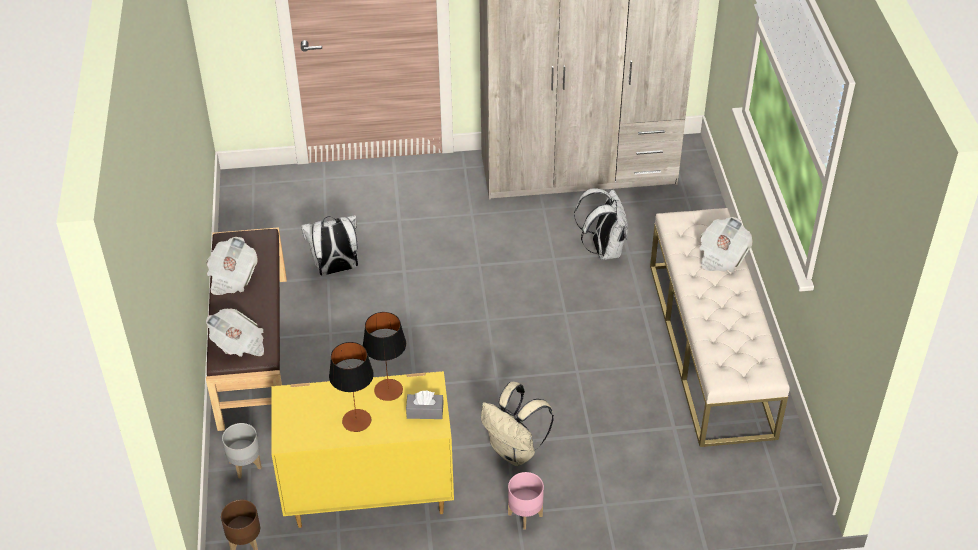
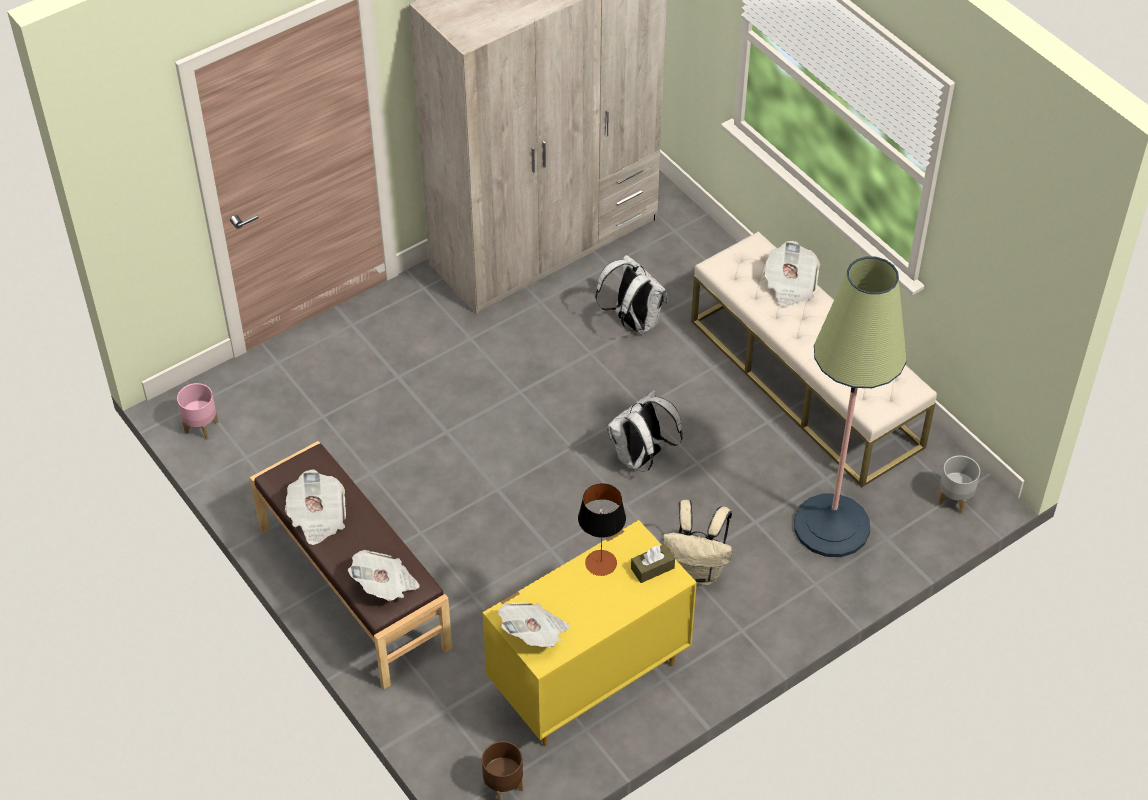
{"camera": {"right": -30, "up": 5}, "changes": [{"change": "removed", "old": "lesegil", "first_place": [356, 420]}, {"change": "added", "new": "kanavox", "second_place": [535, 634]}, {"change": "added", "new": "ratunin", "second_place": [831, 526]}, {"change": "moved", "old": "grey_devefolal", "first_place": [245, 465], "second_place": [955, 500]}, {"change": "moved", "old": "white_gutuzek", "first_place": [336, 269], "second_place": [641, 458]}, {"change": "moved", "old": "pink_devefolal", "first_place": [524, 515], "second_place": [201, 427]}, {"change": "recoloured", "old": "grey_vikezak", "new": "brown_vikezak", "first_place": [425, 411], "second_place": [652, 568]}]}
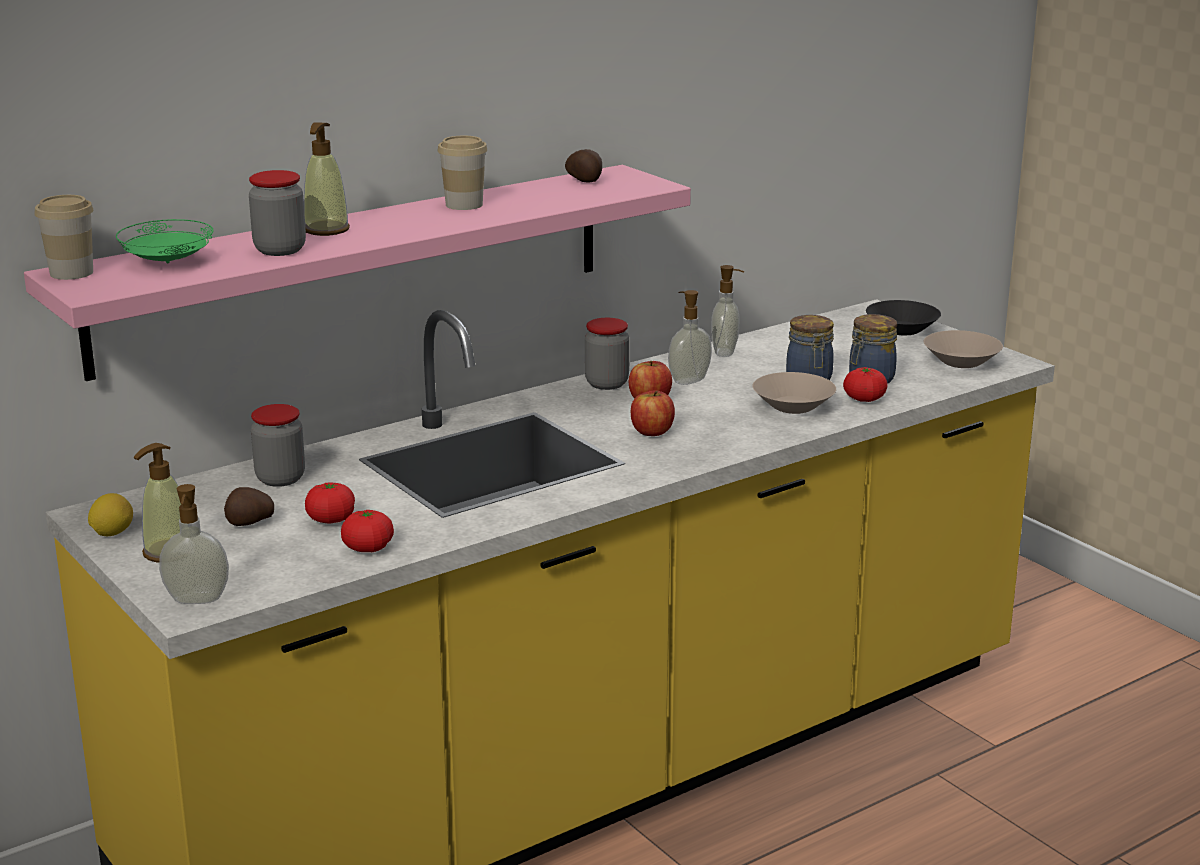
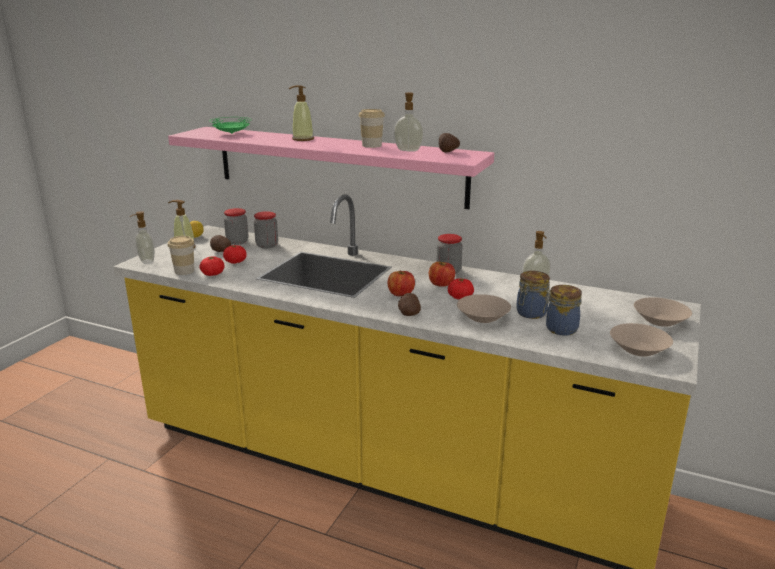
{"camera": {"right": 60, "up": 0}, "changes": [{"change": "added", "new": "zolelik", "second_place": [408, 314]}, {"change": "moved", "old": "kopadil", "first_place": [71, 273], "second_place": [184, 271]}, {"change": "moved", "old": "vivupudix", "first_place": [280, 250], "second_place": [237, 242]}, {"change": "moved", "old": "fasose", "first_place": [688, 380], "second_place": [408, 150]}, {"change": "moved", "old": "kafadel", "first_place": [864, 399], "second_place": [460, 297]}, {"change": "recoloured", "old": "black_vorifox", "new": "beige_vorifox", "first_place": [902, 330], "second_place": [660, 321]}]}
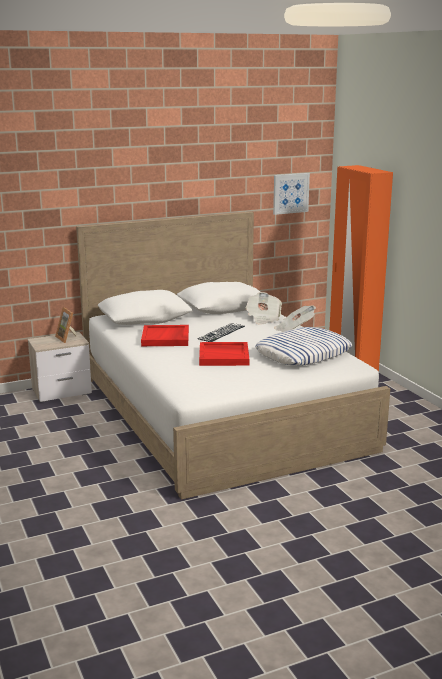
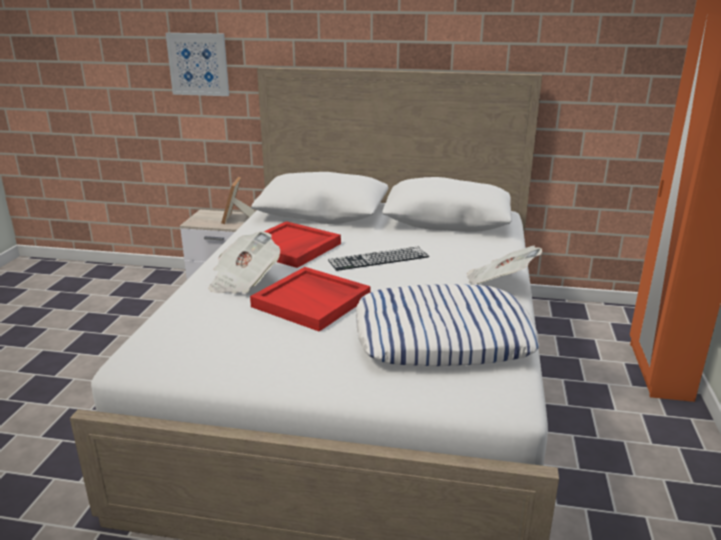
{"camera": {"right": 35, "up": 5}, "changes": [{"change": "moved", "old": "kanavox", "first_place": [263, 318], "second_place": [244, 281]}, {"change": "moved", "old": "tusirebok", "first_place": [290, 193], "second_place": [198, 64]}]}
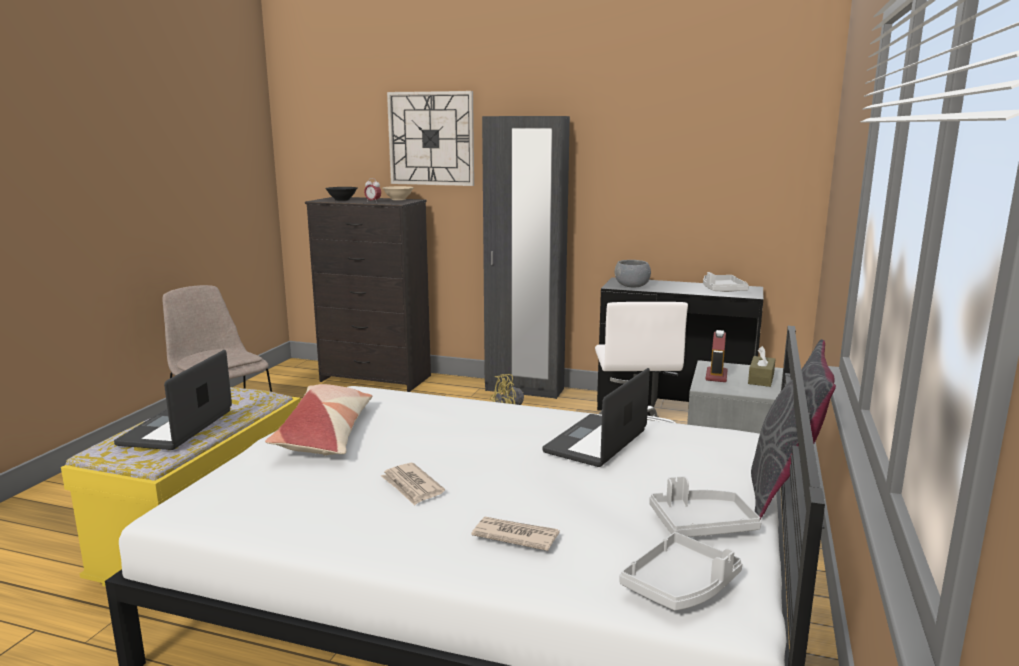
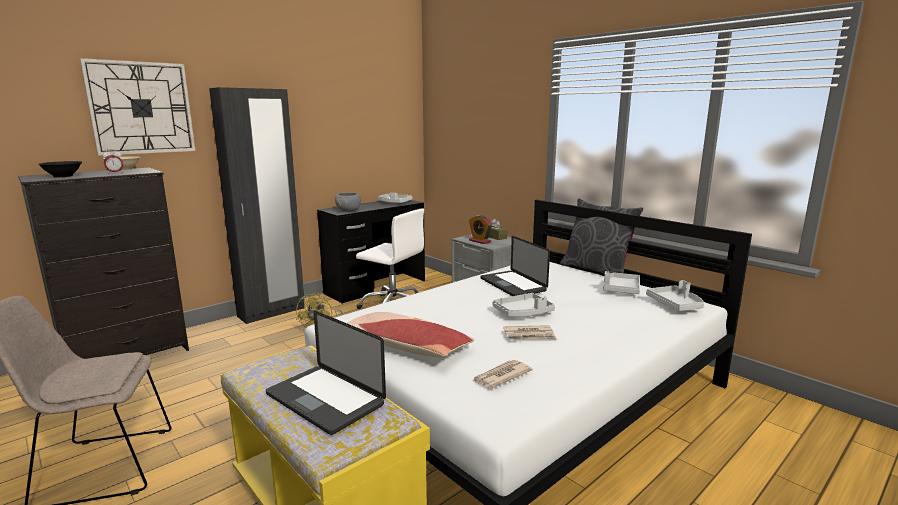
{"camera": {"right": -60, "up": 0}, "changes": [{"change": "added", "new": "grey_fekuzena", "second_place": [523, 313]}, {"change": "moved", "old": "kanavox", "first_place": [515, 536], "second_place": [501, 376]}]}
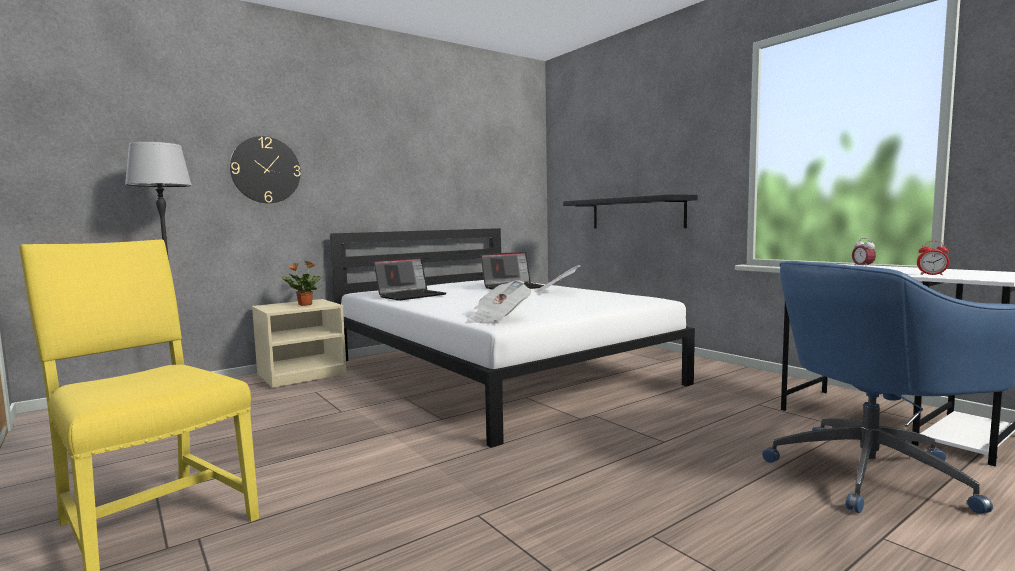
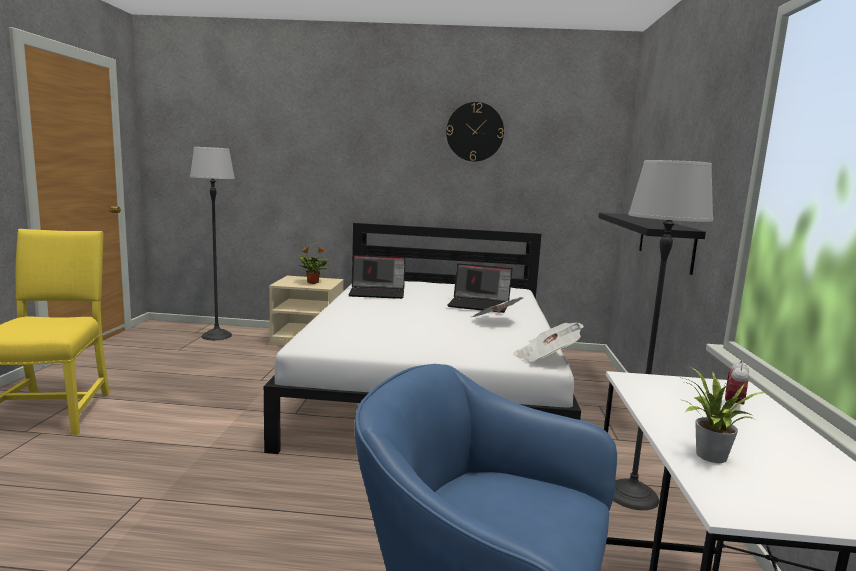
{"camera": {"right": 40, "up": 5}, "changes": [{"change": "added", "new": "ratunin", "second_place": [631, 495]}, {"change": "moved", "old": "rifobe", "first_place": [265, 170], "second_place": [475, 132]}, {"change": "moved", "old": "kanavox", "first_place": [498, 318], "second_place": [546, 358]}, {"change": "replaced", "old": "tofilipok", "new": "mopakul", "first_place": [931, 274], "second_place": [708, 456]}]}
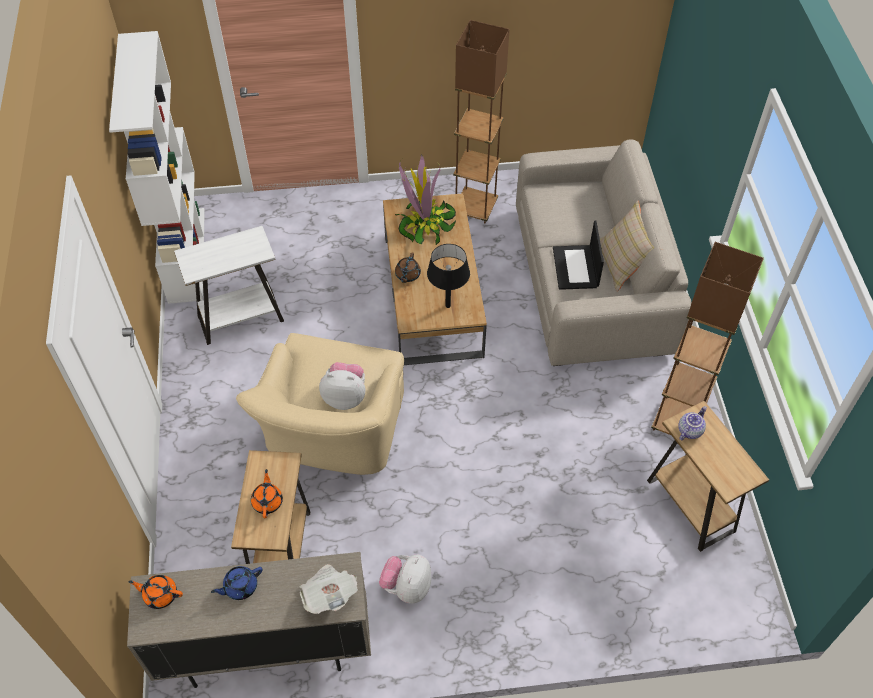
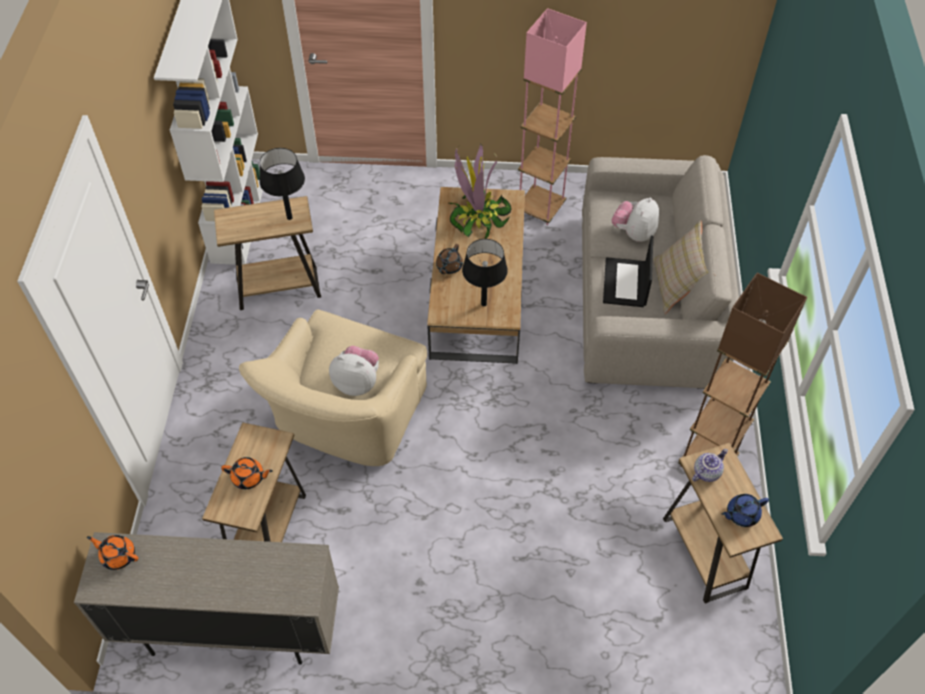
{"camera": {"right": 10, "up": 0}, "changes": [{"change": "removed", "old": "kanavox", "first_place": [329, 594]}, {"change": "added", "new": "black_lesegil", "second_place": [289, 217]}, {"change": "moved", "old": "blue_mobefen", "first_place": [240, 586], "second_place": [741, 514]}, {"change": "moved", "old": "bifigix", "first_place": [407, 587], "second_place": [634, 233]}, {"change": "recoloured", "old": "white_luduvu", "new": "brown_luduvu", "first_place": [240, 318], "second_place": [278, 288]}, {"change": "recoloured", "old": "brown_ratunin", "new": "pink_ratunin", "first_place": [475, 208], "second_place": [540, 208]}, {"change": "turned", "old": "orange_mobefen", "first_place": [267, 501], "second_place": [249, 477], "degrees": 90}]}
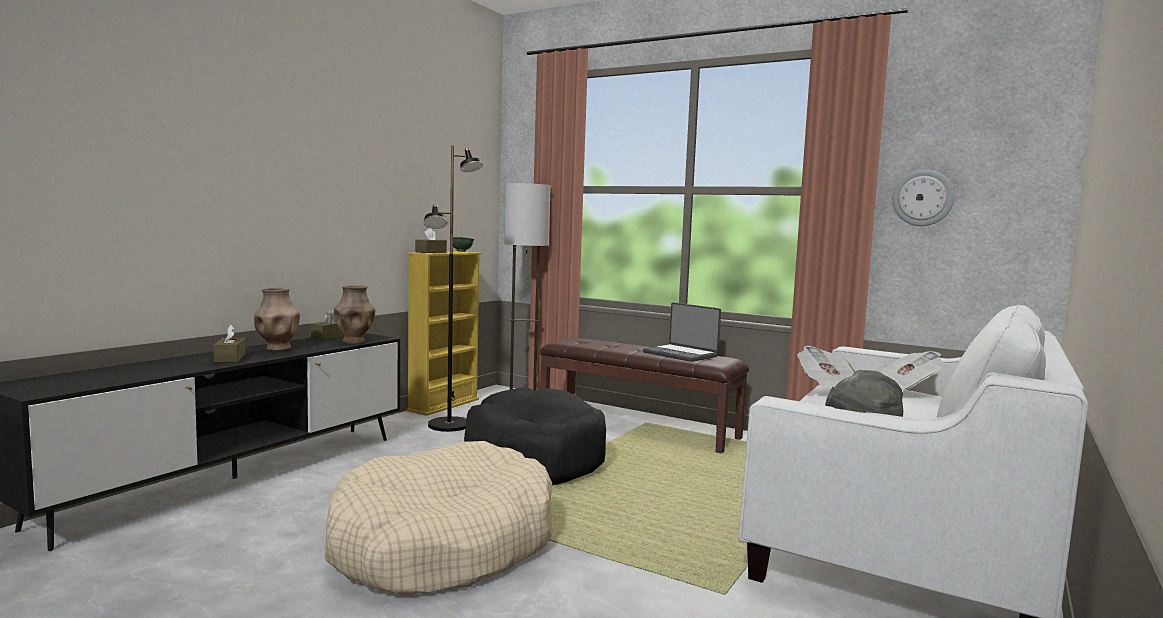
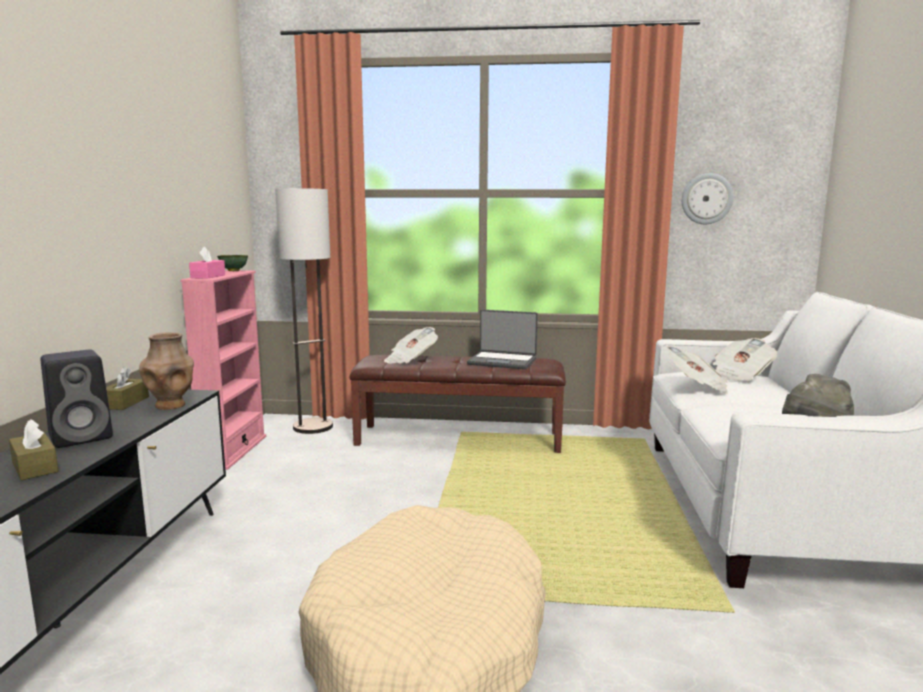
{"camera": {"right": -25, "up": 5}, "changes": [{"change": "removed", "old": "black_ratunin", "first_place": [449, 425]}, {"change": "removed", "old": "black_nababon", "first_place": [533, 457]}, {"change": "added", "new": "kanavox", "second_place": [410, 360]}, {"change": "replaced", "old": "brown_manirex", "new": "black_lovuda", "first_place": [277, 349], "second_place": [83, 436]}, {"change": "recoloured", "old": "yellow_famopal", "new": "pink_famopal", "first_place": [443, 405], "second_place": [233, 451]}, {"change": "recoloured", "old": "brown_vikezak", "new": "pink_vikezak", "first_place": [431, 252], "second_place": [208, 276]}]}
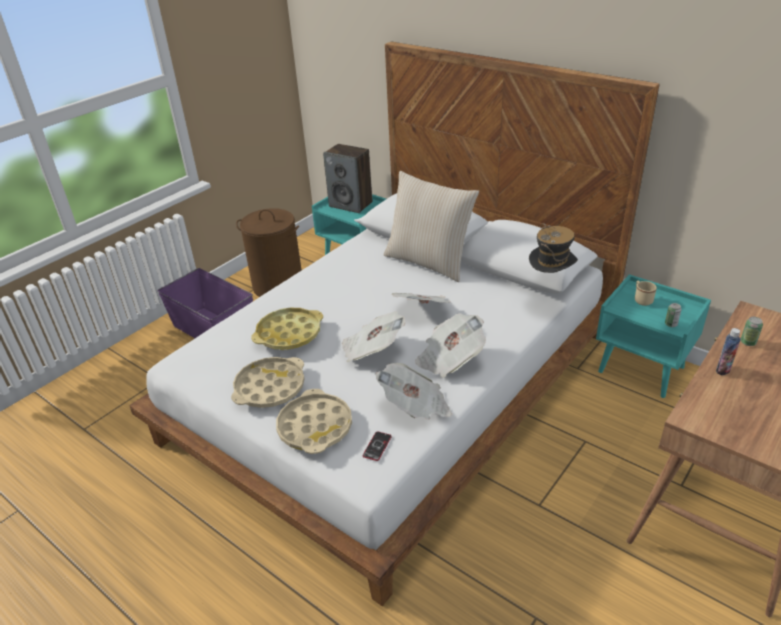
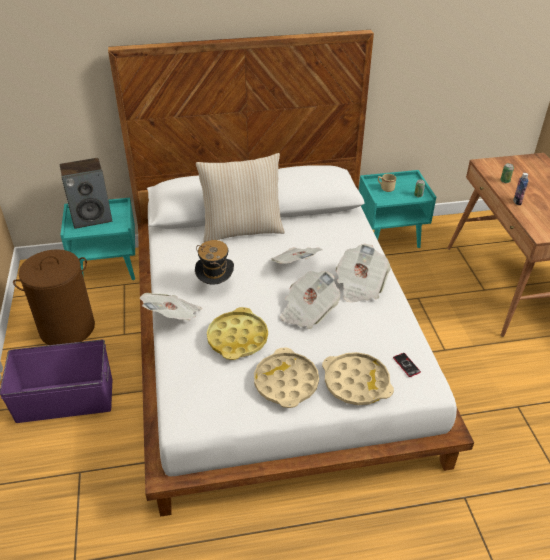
{"camera": {"right": -50, "up": 5}, "changes": [{"change": "moved", "old": "kanavox", "first_place": [415, 407], "second_place": [173, 317]}, {"change": "moved", "old": "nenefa", "first_place": [550, 281], "second_place": [215, 286]}]}
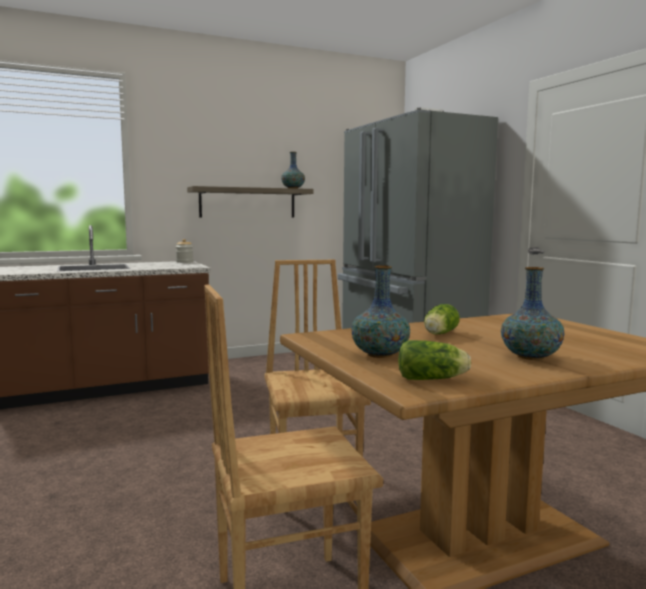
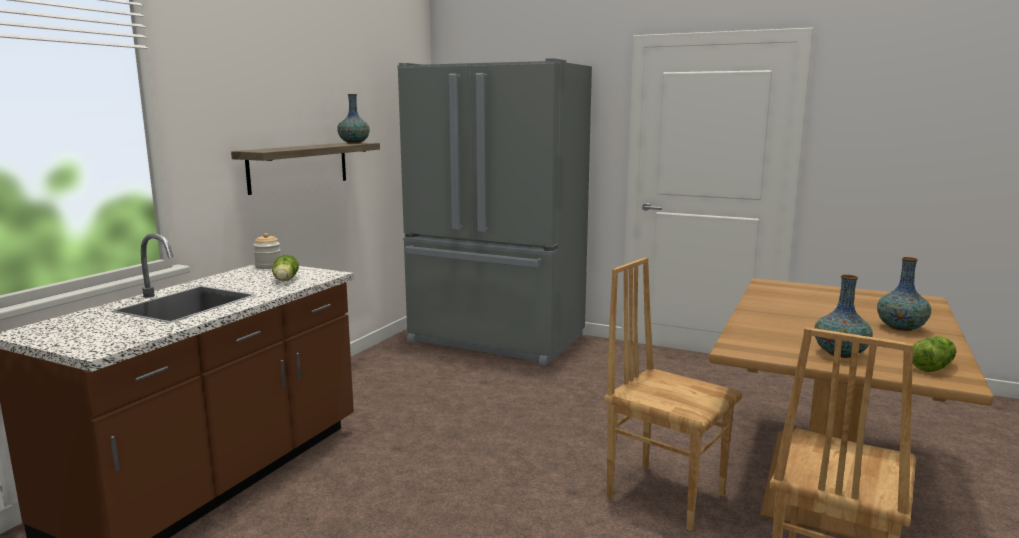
{"camera": {"right": -40, "up": 5}, "changes": [{"change": "moved", "old": "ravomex", "first_place": [439, 334], "second_place": [285, 280]}]}
